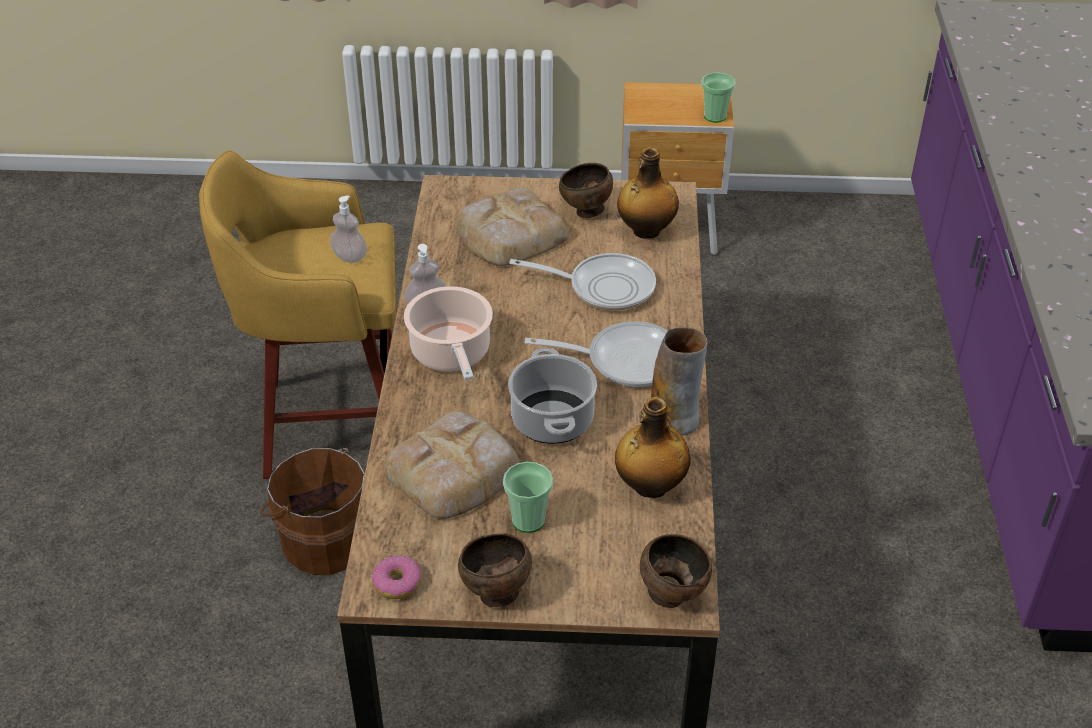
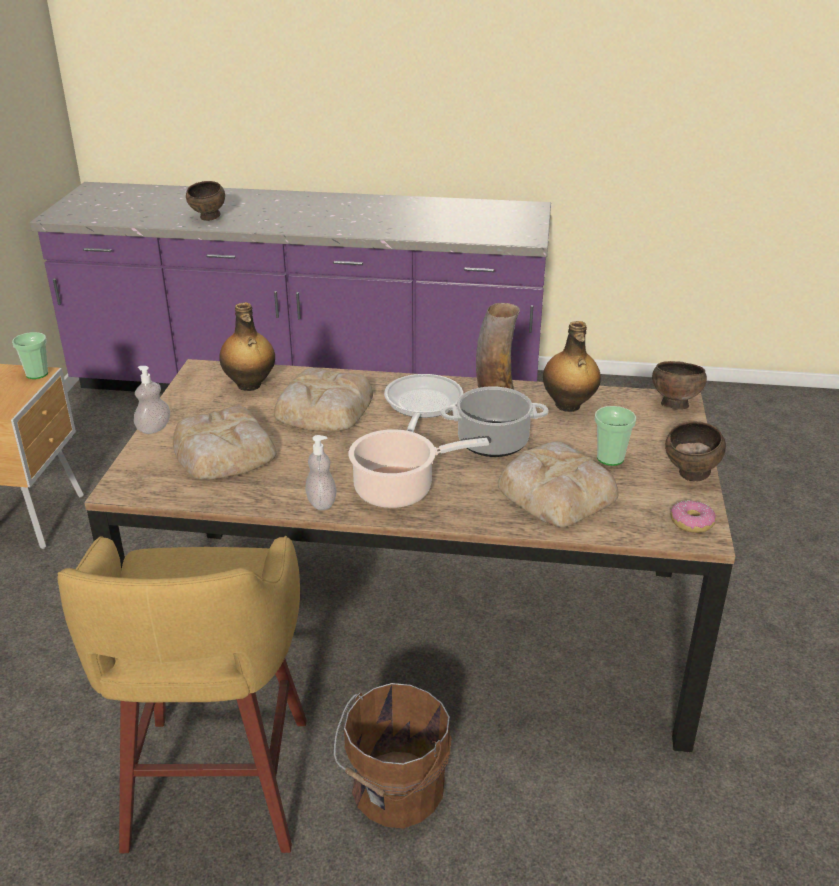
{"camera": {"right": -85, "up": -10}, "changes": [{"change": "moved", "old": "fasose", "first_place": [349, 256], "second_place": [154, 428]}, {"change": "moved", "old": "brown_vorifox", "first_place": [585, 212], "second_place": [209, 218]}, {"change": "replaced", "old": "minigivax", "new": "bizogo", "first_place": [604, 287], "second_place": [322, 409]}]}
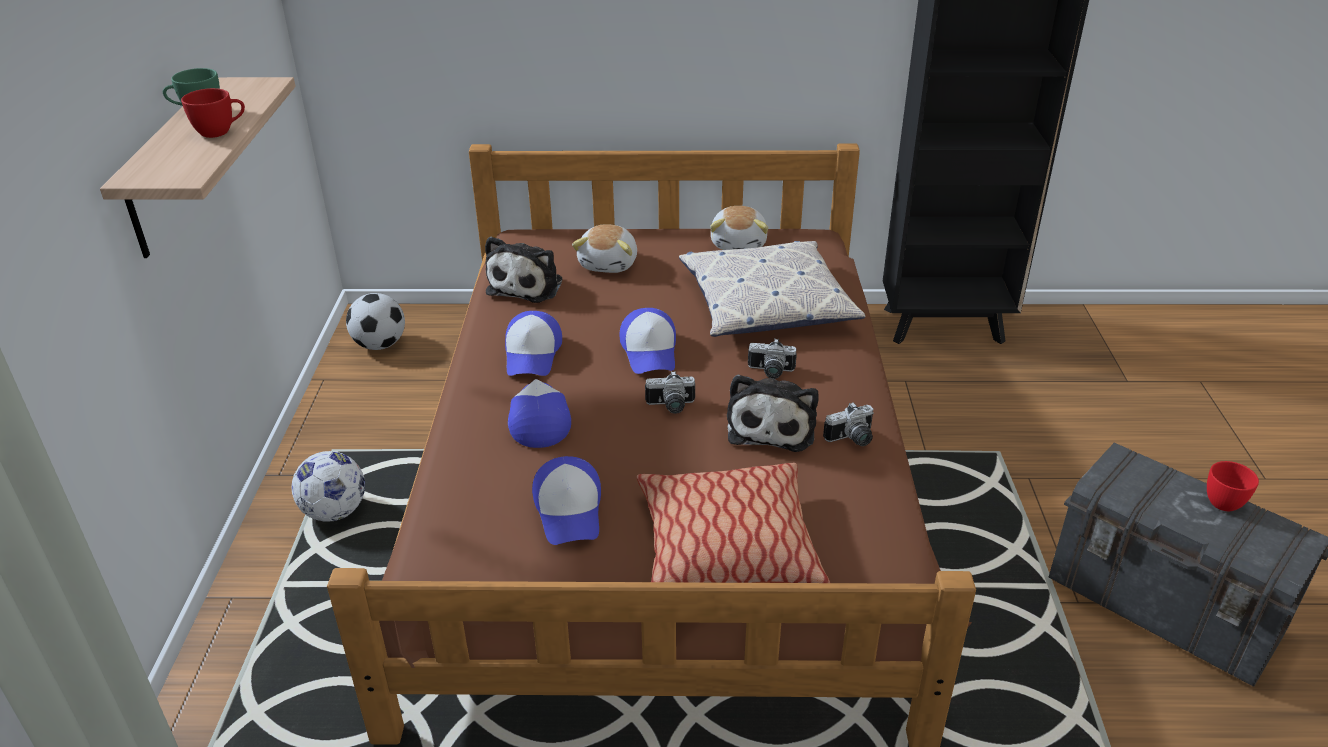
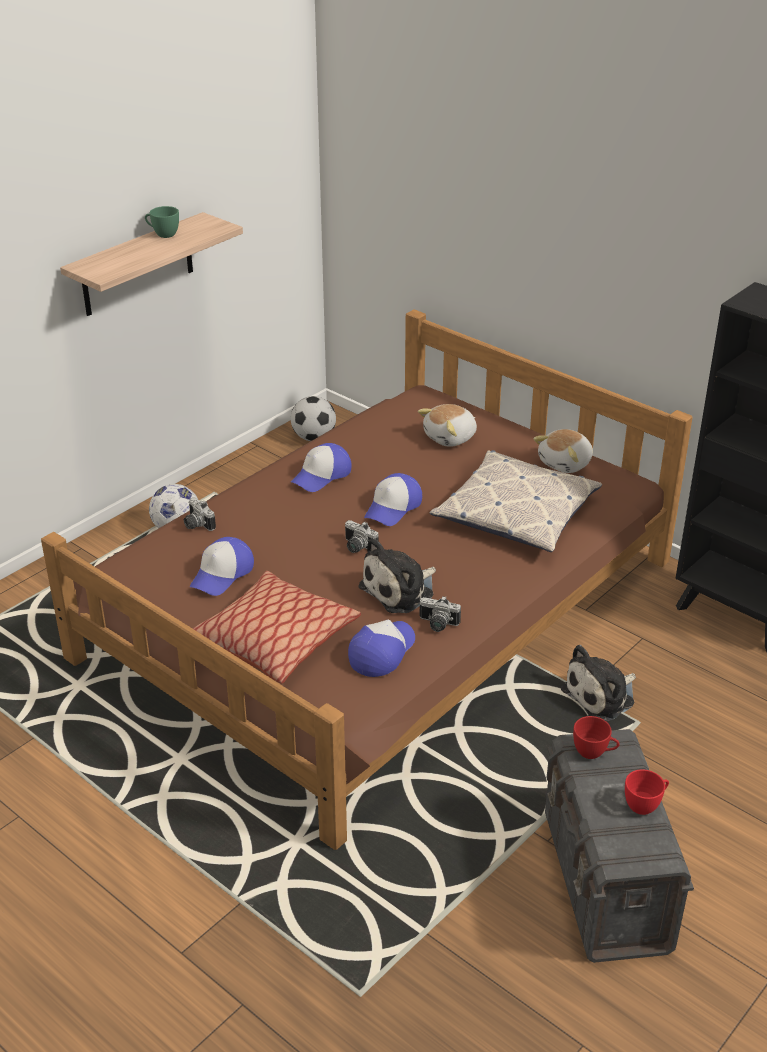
{"camera": {"right": 40, "up": 0}, "changes": [{"change": "moved", "old": "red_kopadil", "first_place": [220, 132], "second_place": [594, 753]}, {"change": "moved", "old": "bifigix", "first_place": [528, 285], "second_place": [602, 696]}, {"change": "moved", "old": "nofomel", "first_place": [539, 419], "second_place": [382, 652]}, {"change": "moved", "old": "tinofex", "first_place": [770, 372], "second_place": [196, 524]}]}
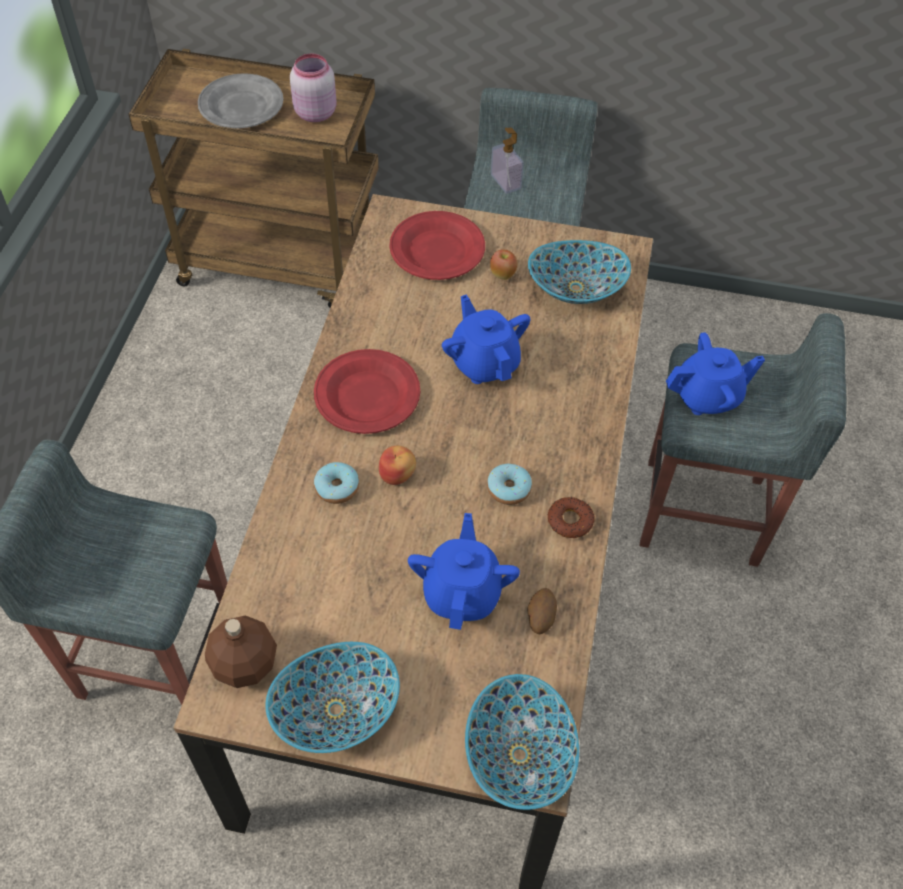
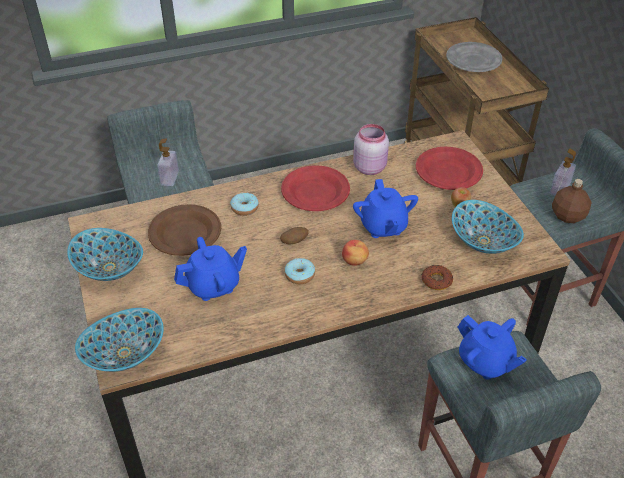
{"camera": {"right": 60, "up": -10}, "changes": [{"change": "added", "new": "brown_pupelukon", "second_place": [185, 234]}, {"change": "added", "new": "fasose", "second_place": [170, 178]}, {"change": "moved", "old": "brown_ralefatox", "first_place": [246, 664], "second_place": [568, 216]}, {"change": "moved", "old": "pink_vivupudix", "first_place": [314, 112], "second_place": [370, 167]}, {"change": "moved", "old": "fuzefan", "first_place": [397, 475], "second_place": [355, 261]}, {"change": "moved", "old": "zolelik", "first_place": [540, 618], "second_place": [294, 241]}, {"change": "moved", "old": "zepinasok", "first_place": [570, 521], "second_place": [436, 280]}, {"change": "turned", "old": "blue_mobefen", "first_place": [484, 362], "second_place": [383, 226], "degrees": 135}]}
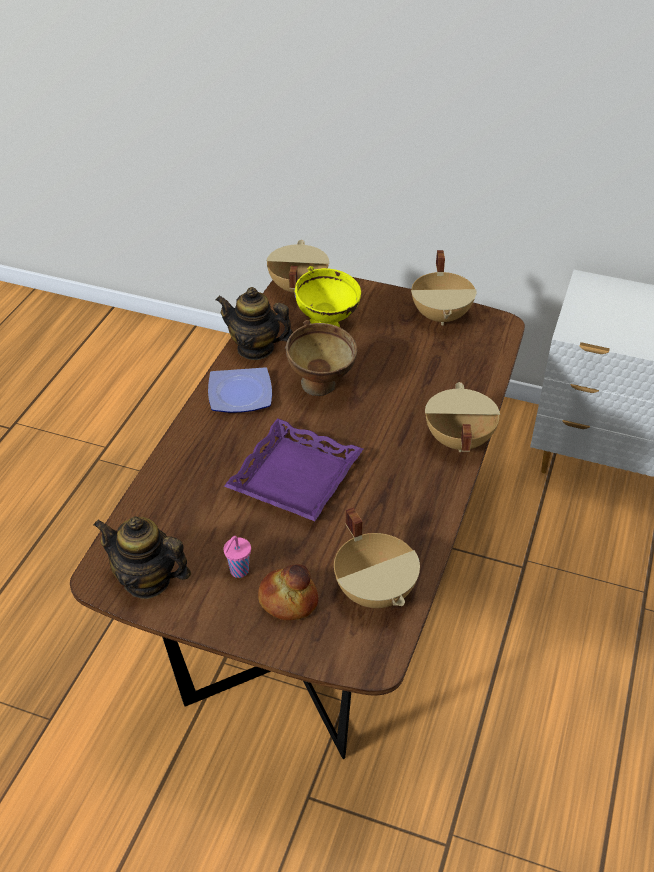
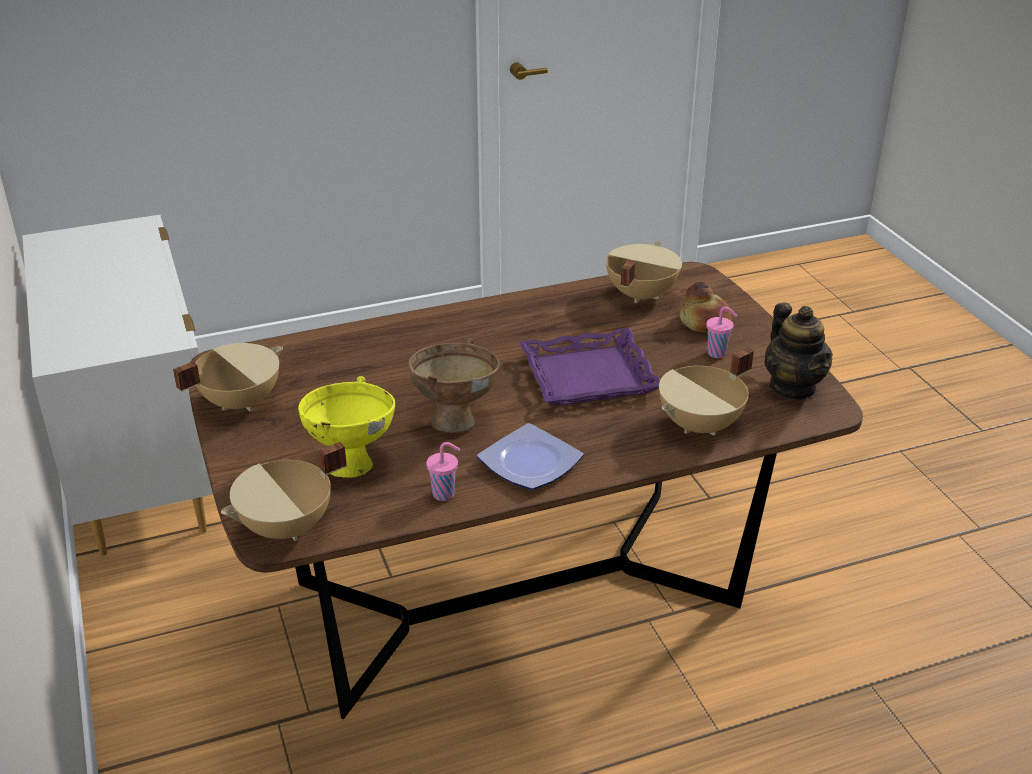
{"camera": {"right": -130, "up": -10}, "changes": [{"change": "moved", "old": "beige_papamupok", "first_place": [457, 440], "second_place": [701, 426]}, {"change": "replaced", "old": "mobefen", "new": "pink_kopadil", "first_place": [256, 348], "second_place": [445, 494]}]}
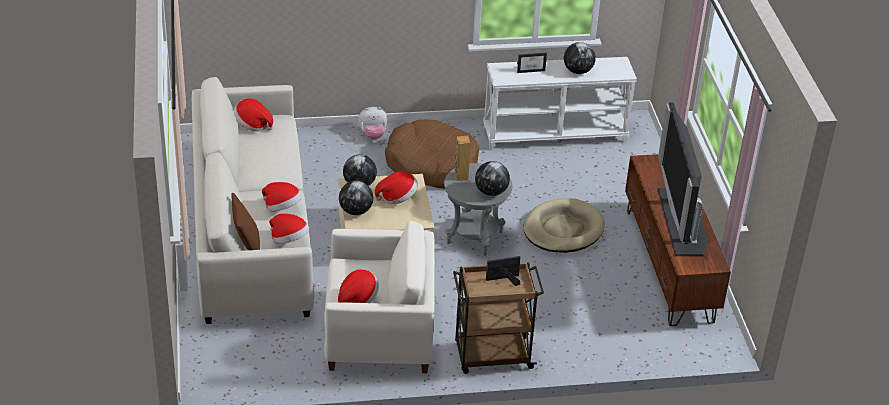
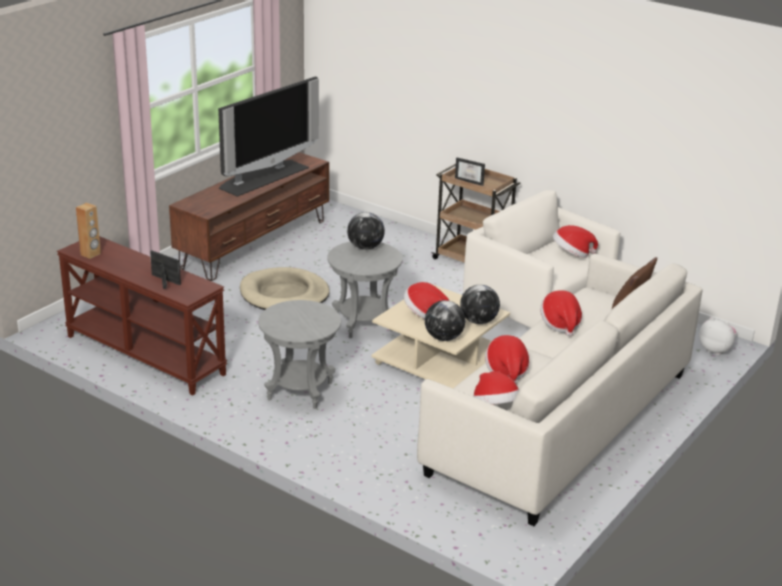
{"camera": {"right": -135, "up": -10}, "changes": [{"change": "removed", "old": "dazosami", "first_place": [578, 71]}, {"change": "moved", "old": "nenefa", "first_place": [289, 240], "second_place": [506, 371]}, {"change": "moved", "old": "bifigix", "first_place": [373, 135], "second_place": [715, 350]}, {"change": "moved", "old": "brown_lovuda", "first_place": [461, 176], "second_place": [90, 254]}, {"change": "replaced", "old": "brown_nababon", "new": "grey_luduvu", "first_place": [432, 165], "second_place": [300, 391]}, {"change": "recoloured", "old": "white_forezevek", "new": "brown_forezevek", "first_place": [555, 135], "second_place": [144, 355]}]}
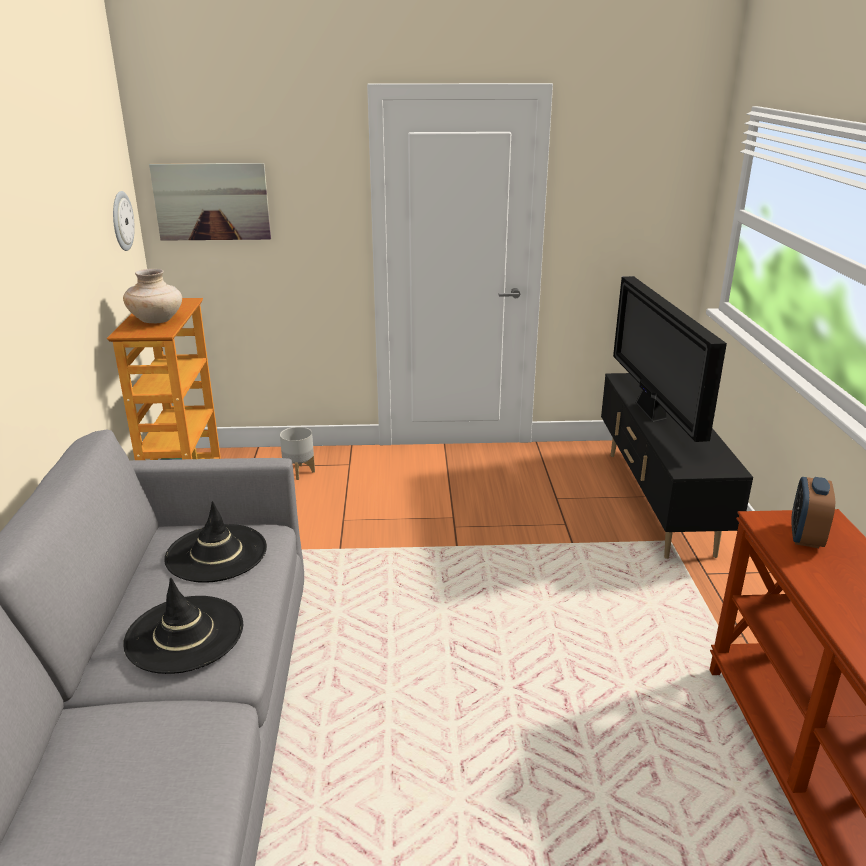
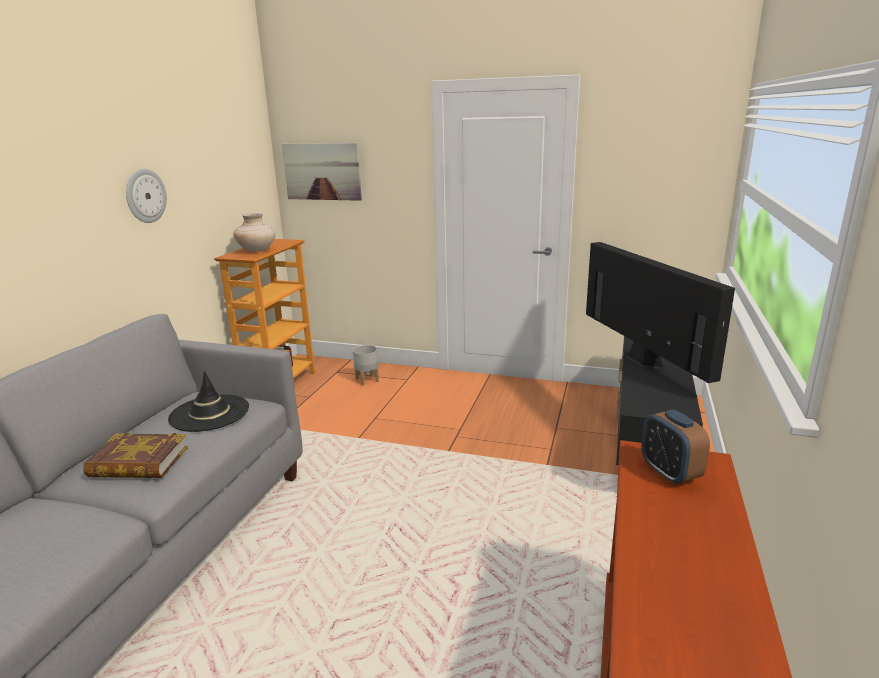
{"camera": {"right": 20, "up": -5}, "changes": [{"change": "moved", "old": "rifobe", "first_place": [121, 221], "second_place": [145, 196]}, {"change": "replaced", "old": "black_nenefa", "new": "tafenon", "first_place": [184, 634], "second_place": [138, 463]}, {"change": "turned", "old": "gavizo", "first_place": [651, 413], "second_place": [642, 360], "degrees": 150}, {"change": "turned", "old": "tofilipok", "first_place": [805, 537], "second_place": [669, 473], "degrees": -60}]}
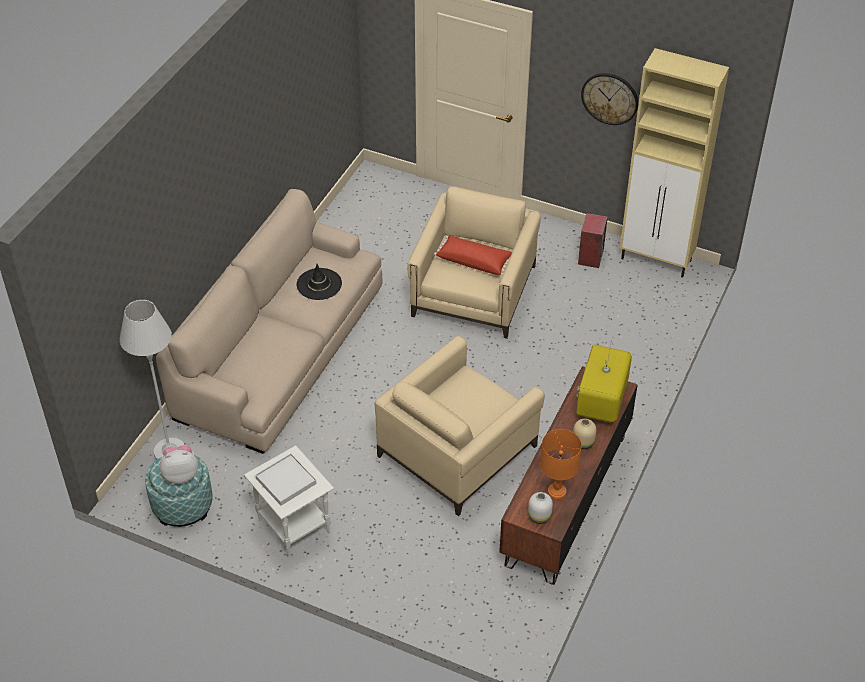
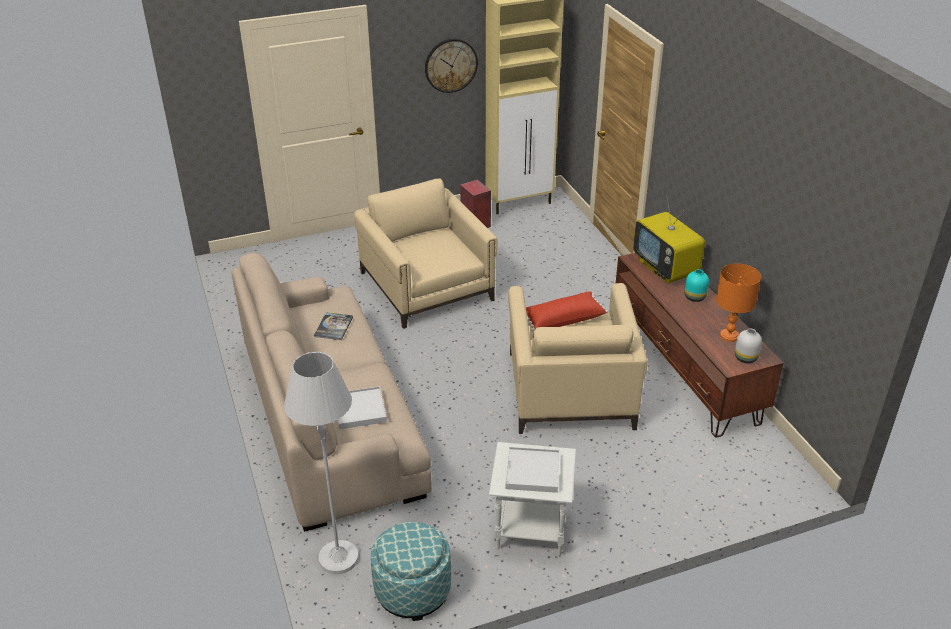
{"camera": {"right": -45, "up": -10}, "changes": [{"change": "removed", "old": "bifigix", "first_place": [181, 474]}, {"change": "added", "new": "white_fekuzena", "second_place": [360, 410]}, {"change": "moved", "old": "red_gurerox", "first_place": [474, 261], "second_place": [562, 319]}, {"change": "replaced", "old": "black_nenefa", "new": "tafenon", "first_place": [319, 284], "second_place": [333, 327]}, {"change": "recoloured", "old": "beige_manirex", "new": "turquoise_manirex", "first_place": [582, 442], "second_place": [694, 297]}]}
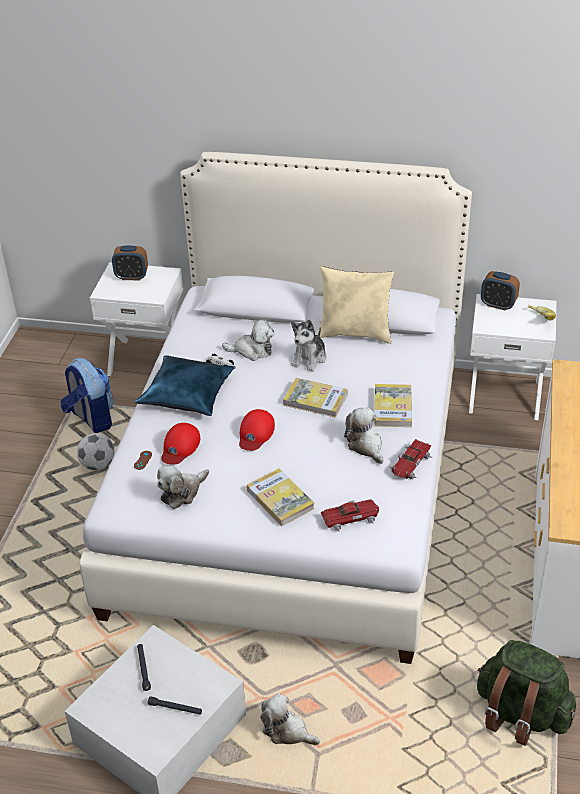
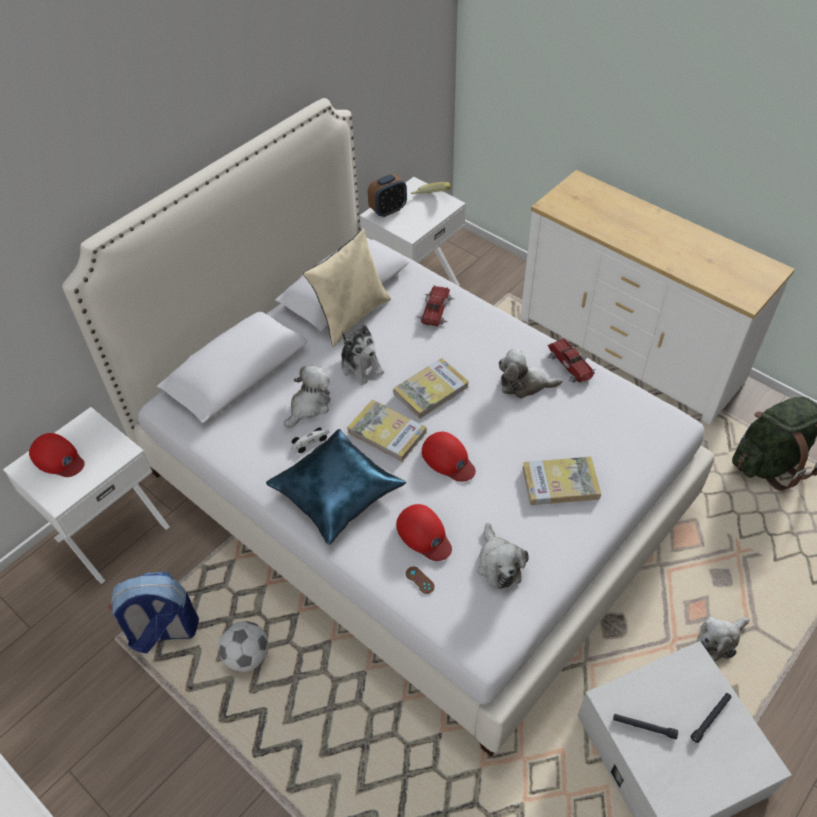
{"camera": {"right": -60, "up": 10}, "changes": [{"change": "moved", "old": "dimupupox", "first_place": [350, 518], "second_place": [435, 310]}, {"change": "moved", "old": "tafenon", "first_place": [392, 408], "second_place": [387, 433]}, {"change": "replaced", "old": "tofilipok", "new": "red_nofomel", "first_place": [132, 277], "second_place": [58, 458]}]}
